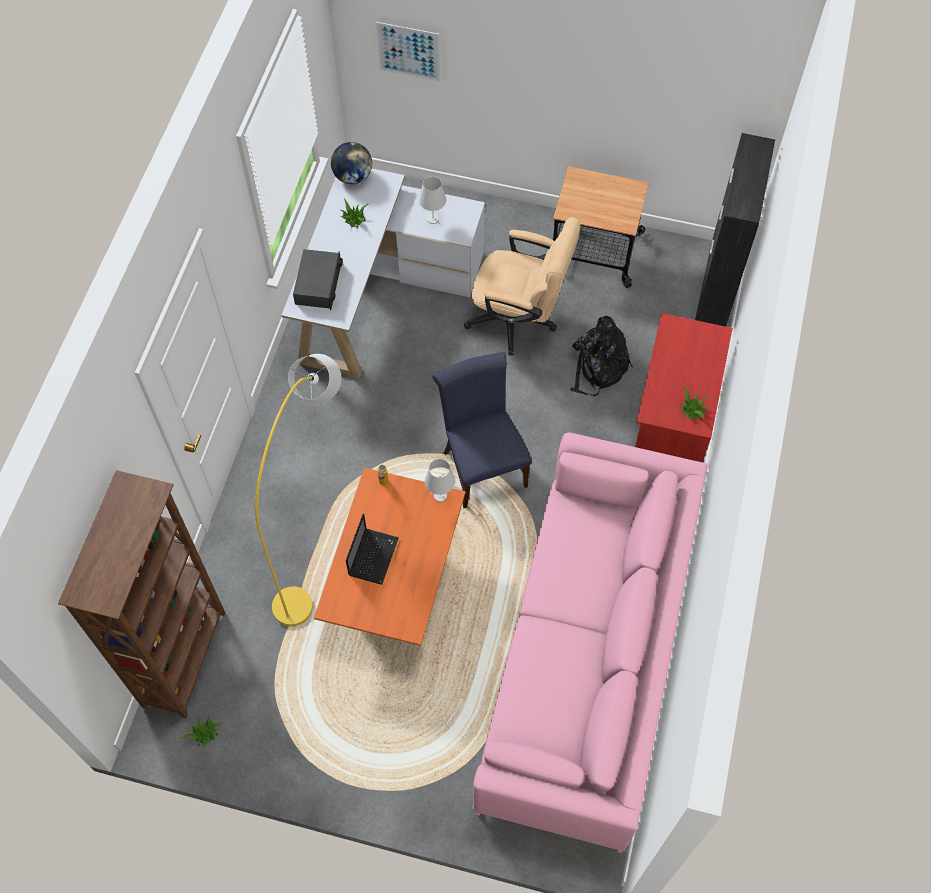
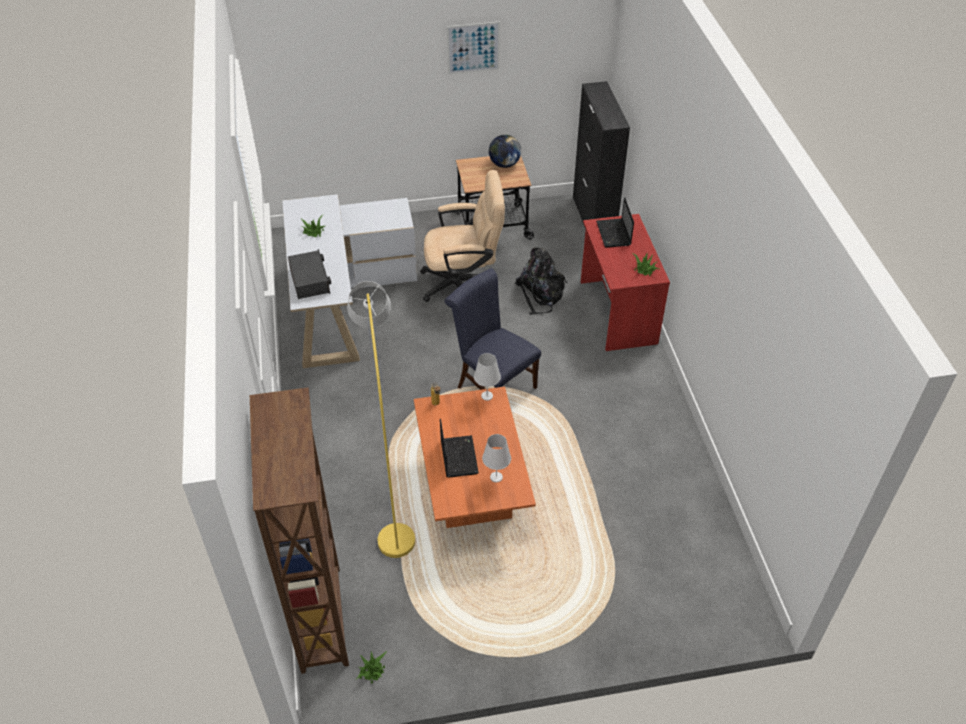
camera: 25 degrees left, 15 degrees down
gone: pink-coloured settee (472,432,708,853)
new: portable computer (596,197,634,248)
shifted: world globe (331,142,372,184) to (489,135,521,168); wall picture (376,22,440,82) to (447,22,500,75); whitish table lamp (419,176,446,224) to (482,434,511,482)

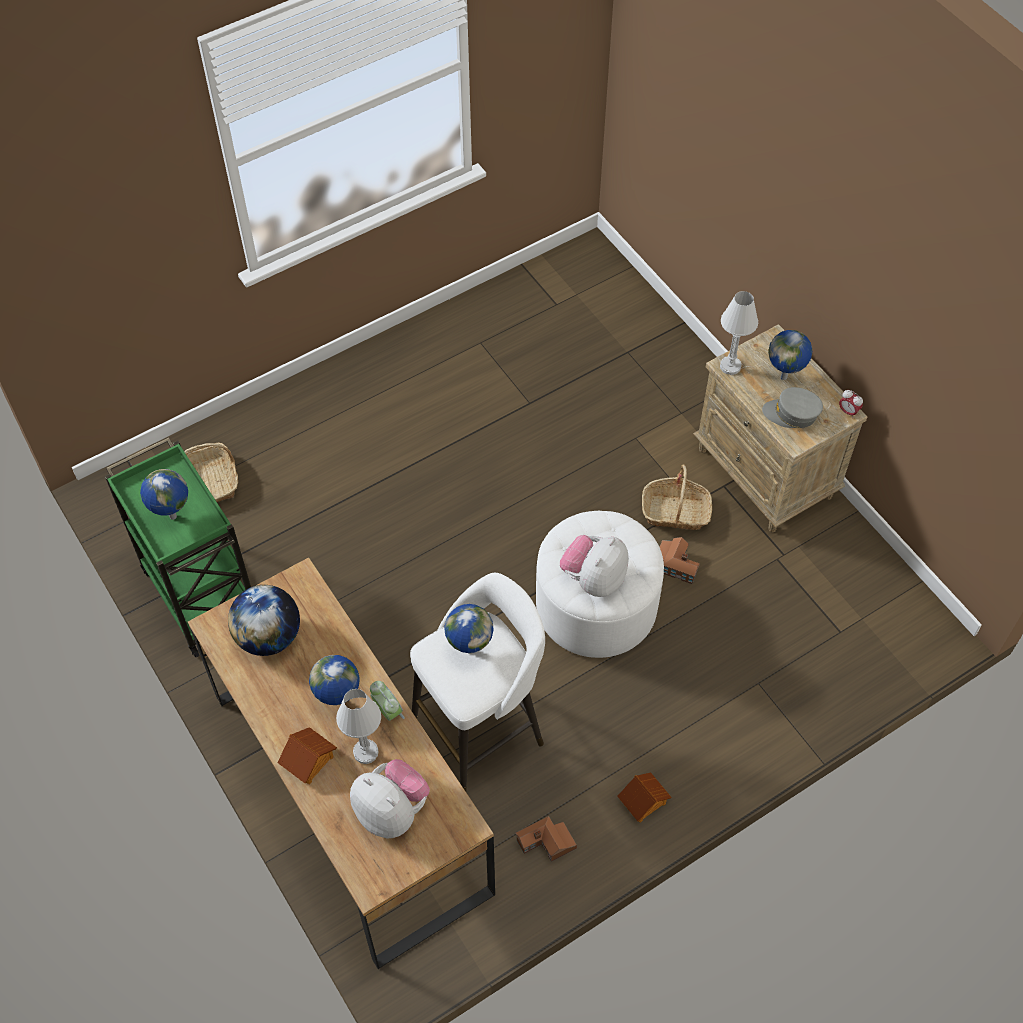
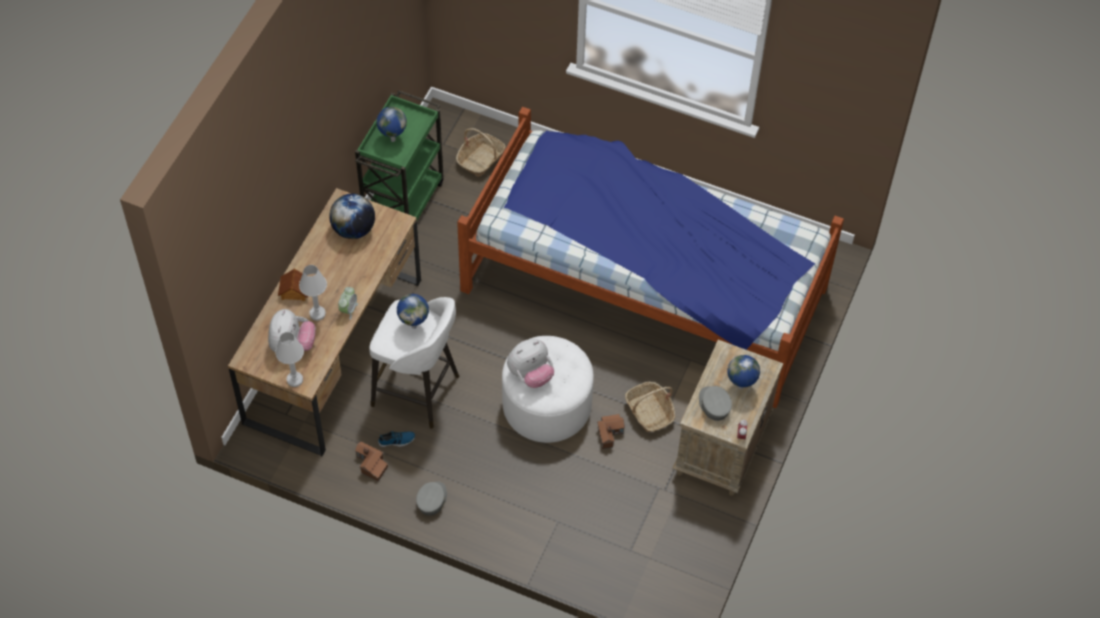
camera: 55 degrees right, 0 degrees up
gone: world globe (309,655,360,705)
new: low shoe (378,431,415,447); bed (457,107,844,408)
shifted: whitish table lamp (720,291,758,375) to (275,332,304,387)
swapped: toy house (617,772,671,822) to greyish baseball cap (416,481,447,516)
rotated: soft toy (560,535,629,597) = (507,339,554,388) 150 degrees clockwise

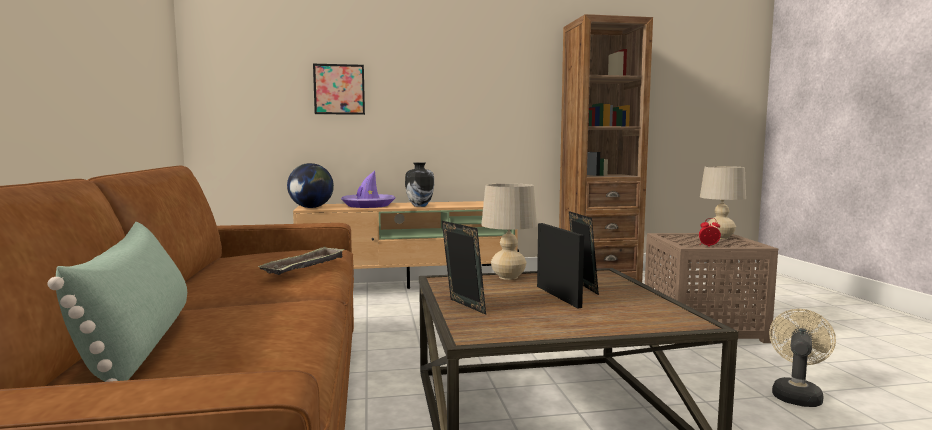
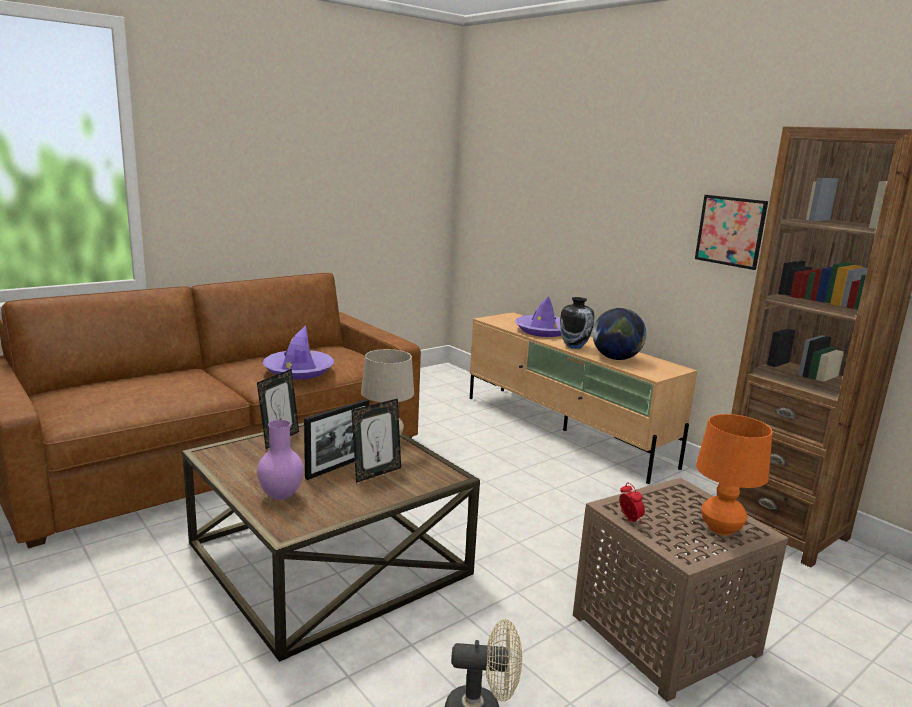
camera: 60 degrees right, 10 degrees up
gone: green-coloured cushion (47,222,187,382)
new: purple-coloured flower vase (257,420,304,500)
shifted: world globe (287,163,334,208) to (593,308,646,360); wall picture (313,64,365,115) to (695,195,768,270)
swapped: carrying tray (257,246,345,275) to purple-coloured hat (262,325,334,380)
repainted: beige table lamp (700,166,746,239) to orange table lamp (696,414,773,535)

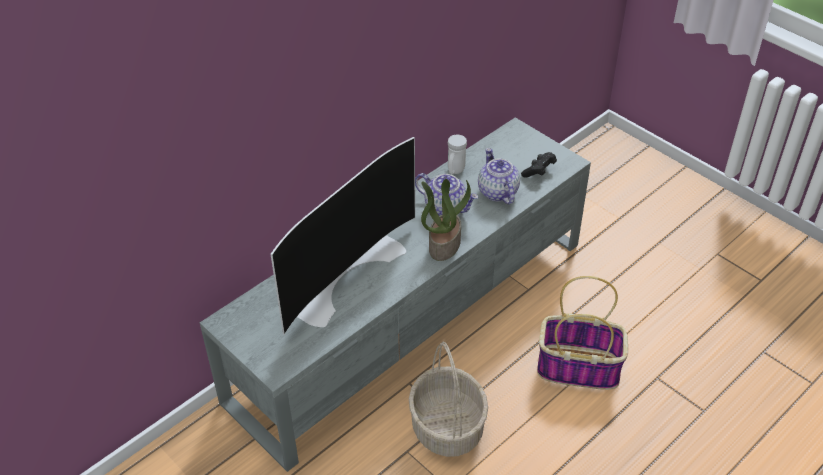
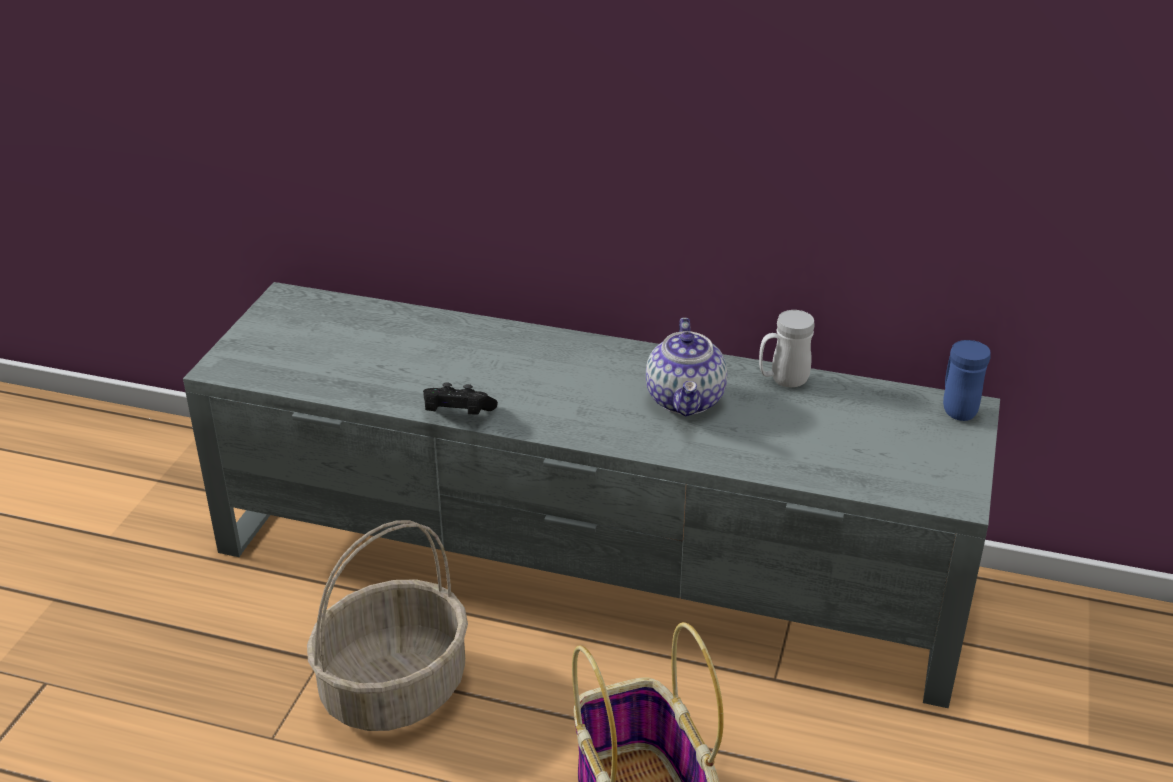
camera: 60 degrees right, 10 degrees down
gone: TV (271,137,415,334); potted plant (421,179,471,261); teapot (478,148,520,204)
new: blue-coloured mug (943,340,990,421)
shifted: black game controller (521,152,557,178) to (423,382,498,415)

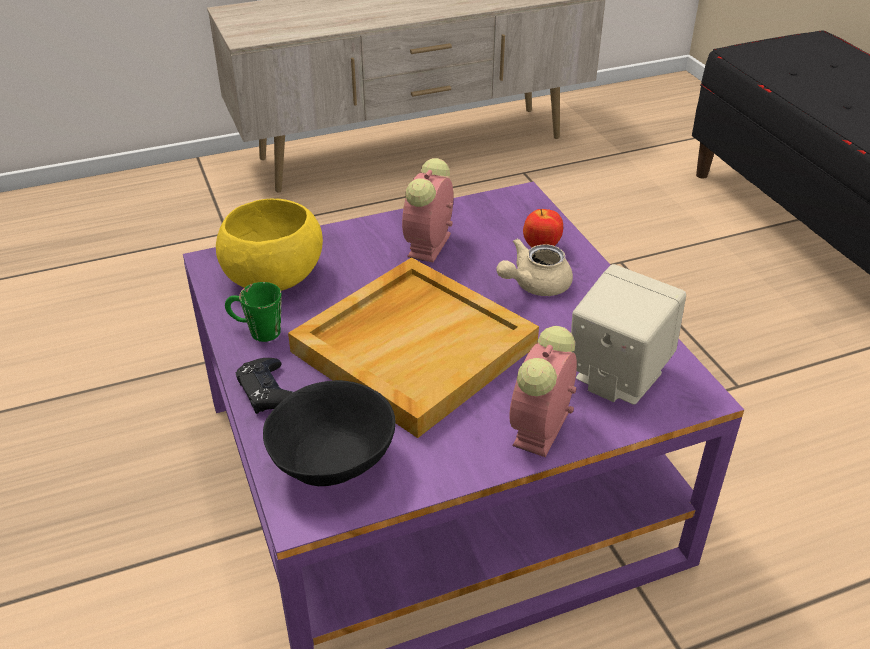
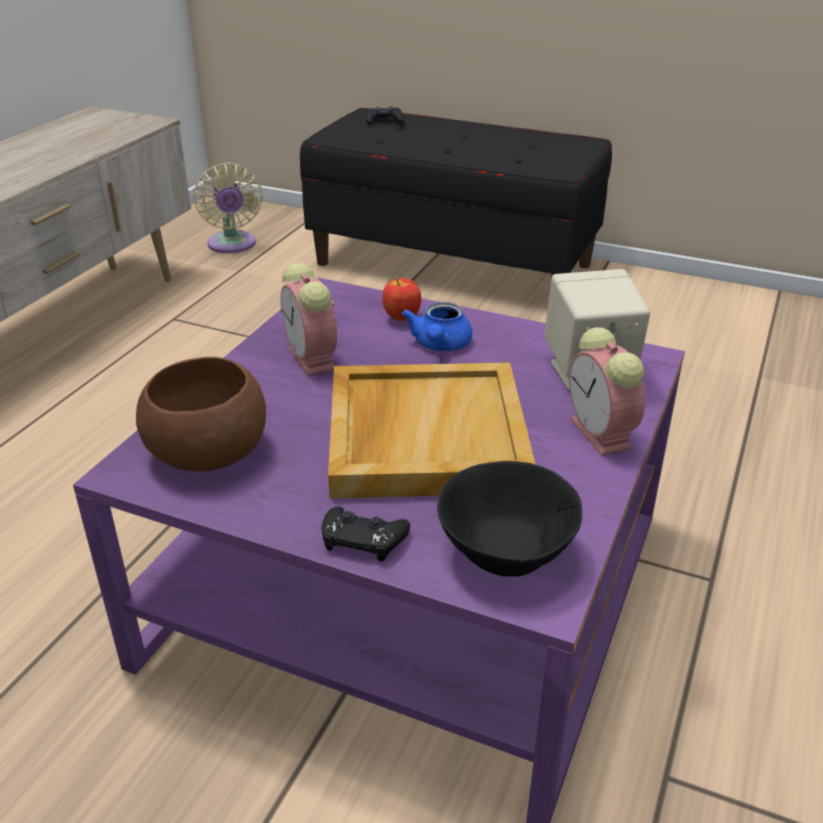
camera: 45 degrees left, 5 degrees down
gone: green-coloured mug (225,282,282,342)
new: beige electric fan (193,163,263,253); black game controller (366,106,404,124)
repainted: yellow-coloured serving bowl (216,199,323,291) to brownish serving bowl (136,357,266,471); beige teapot (496,238,573,296) to blue-coloured teapot (402,302,472,351)

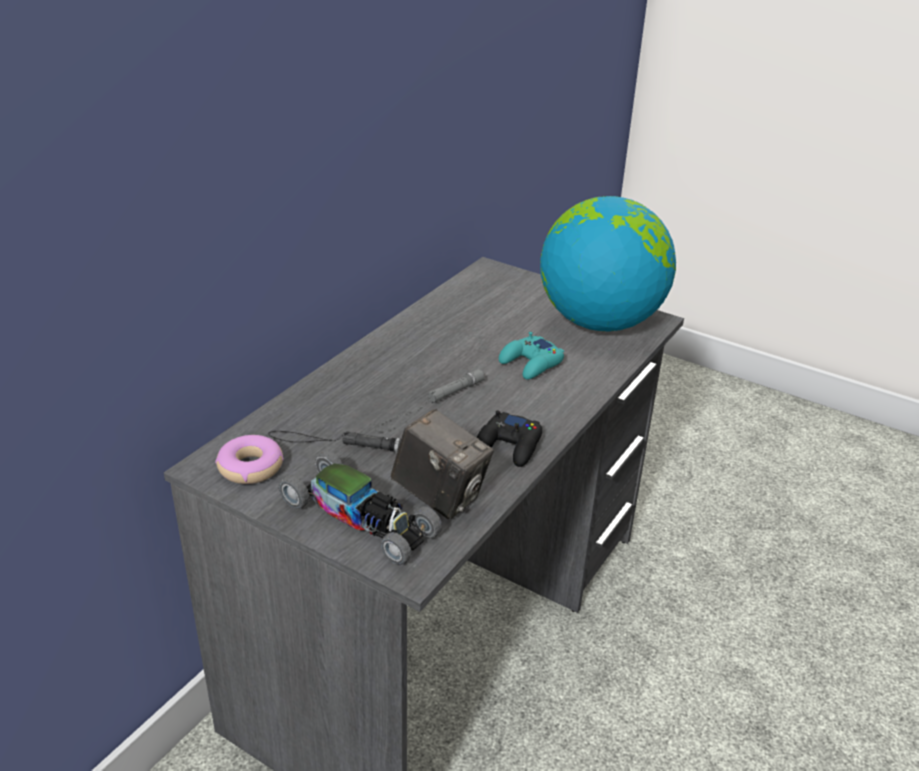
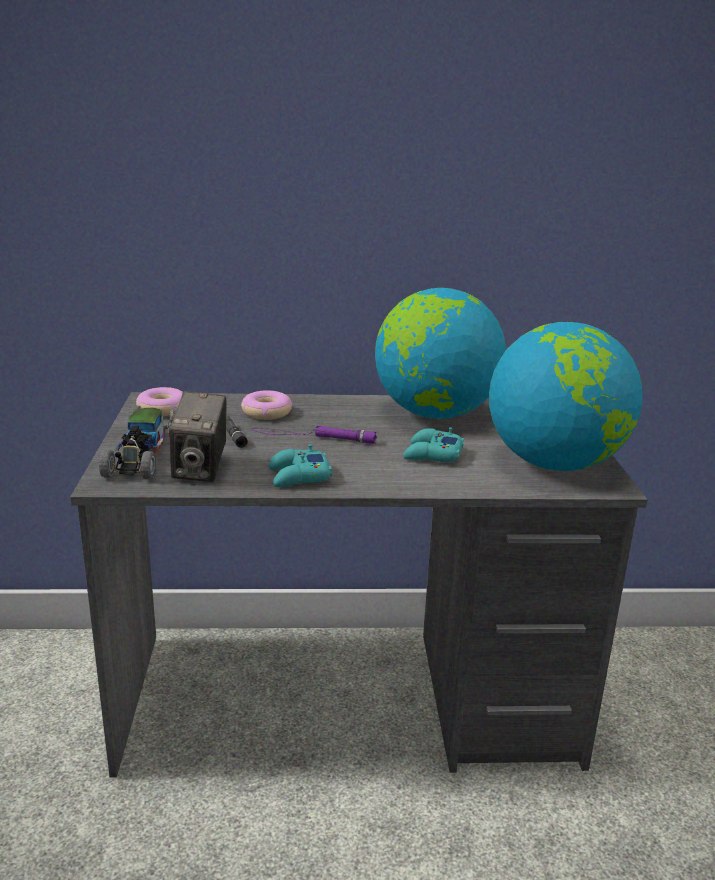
camera: 55 degrees right, 10 degrees down
new: ring doughnut (241,390,292,420); world globe (375,288,506,419)
repainted: greyish torch (375,369,485,432) to purple-coloured torch (252,426,377,444); black game controller (477,410,542,467) to turquoise-coloured game controller (268,444,332,487)

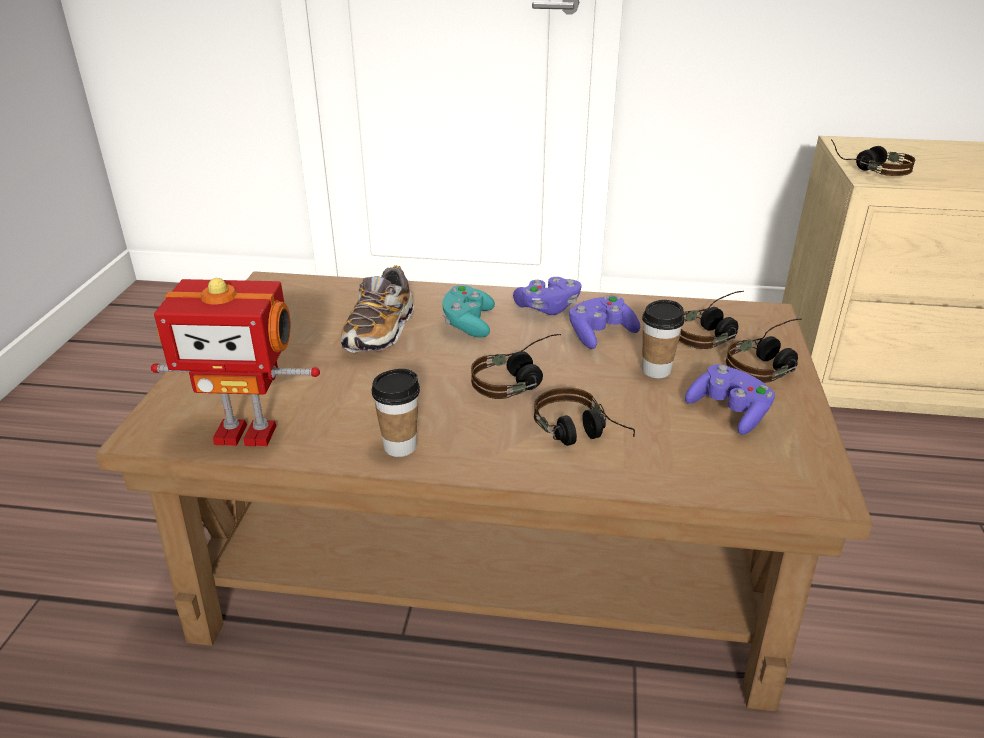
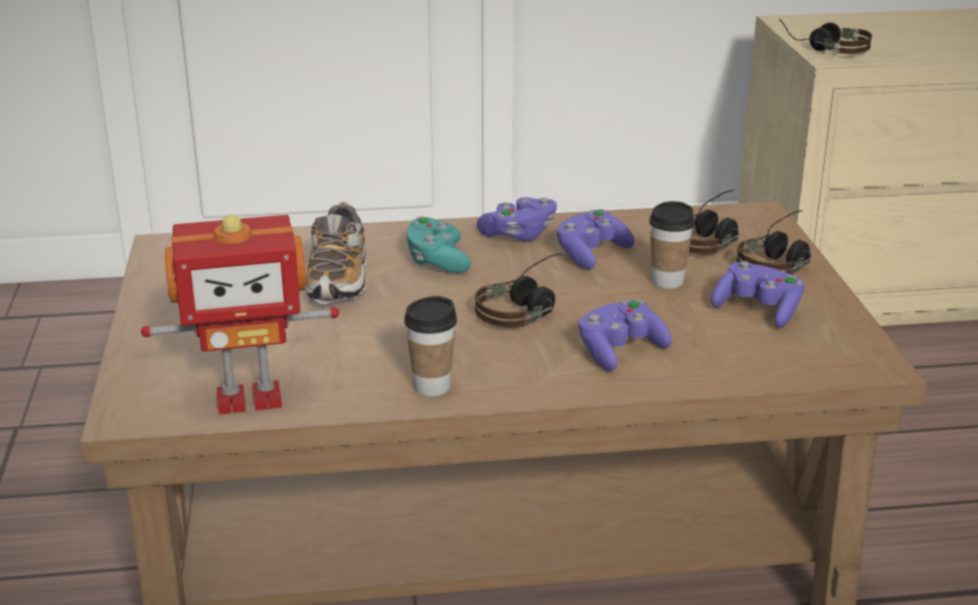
camera: 15 degrees left, 5 degrees down
swapped: headset (534,388,635,446) to purple-coloured game controller (579,300,672,371)

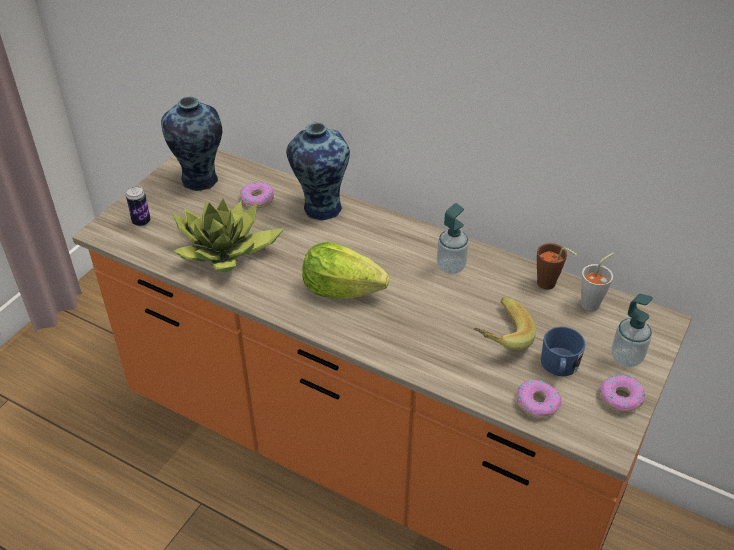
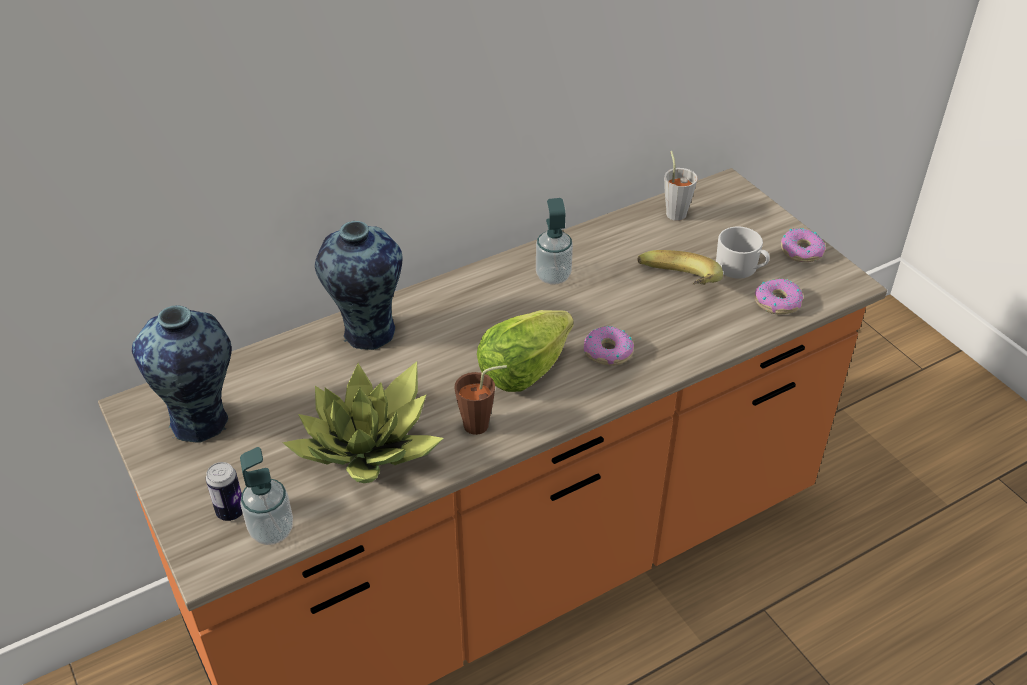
camera: 60 degrees left, 0 degrees up
shifted: ring doughnut (240,182,274,208) to (584,326,634,366); brownish small cup (537,243,577,290) to (454,365,507,435); soap dispenser (612,294,653,367) to (240,447,293,545)
repainted: blue-coloured mug (541,326,586,376) to whitish mug (716,226,770,279)

